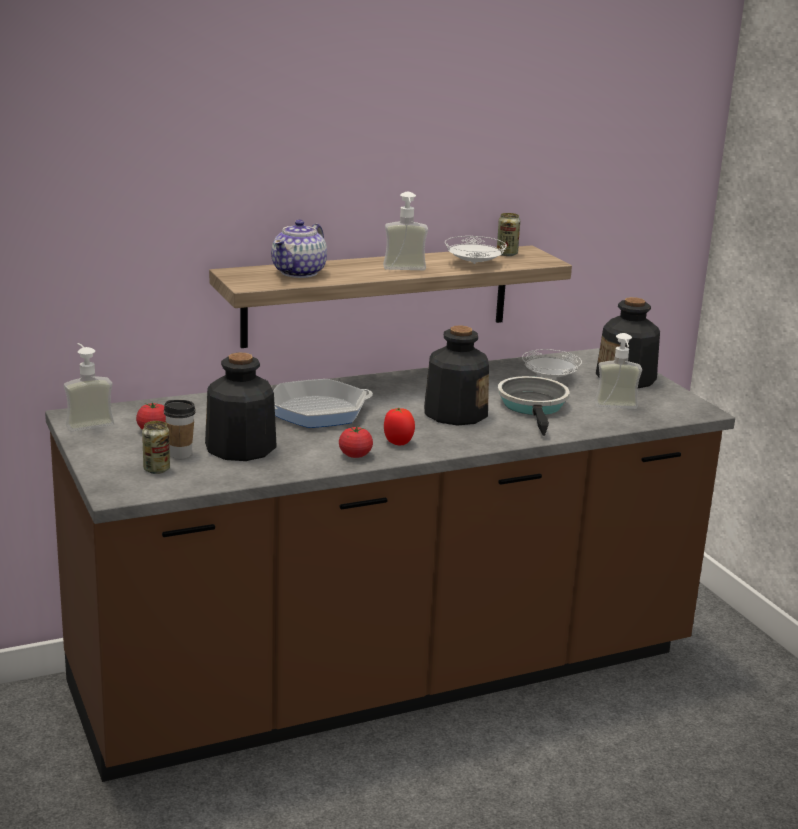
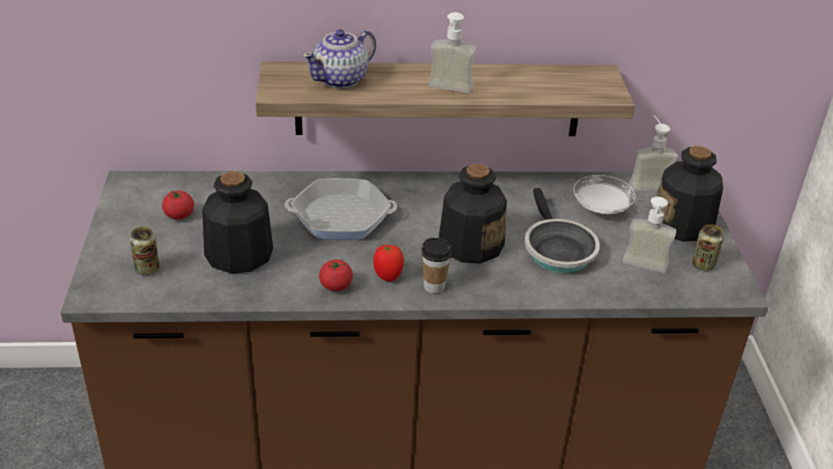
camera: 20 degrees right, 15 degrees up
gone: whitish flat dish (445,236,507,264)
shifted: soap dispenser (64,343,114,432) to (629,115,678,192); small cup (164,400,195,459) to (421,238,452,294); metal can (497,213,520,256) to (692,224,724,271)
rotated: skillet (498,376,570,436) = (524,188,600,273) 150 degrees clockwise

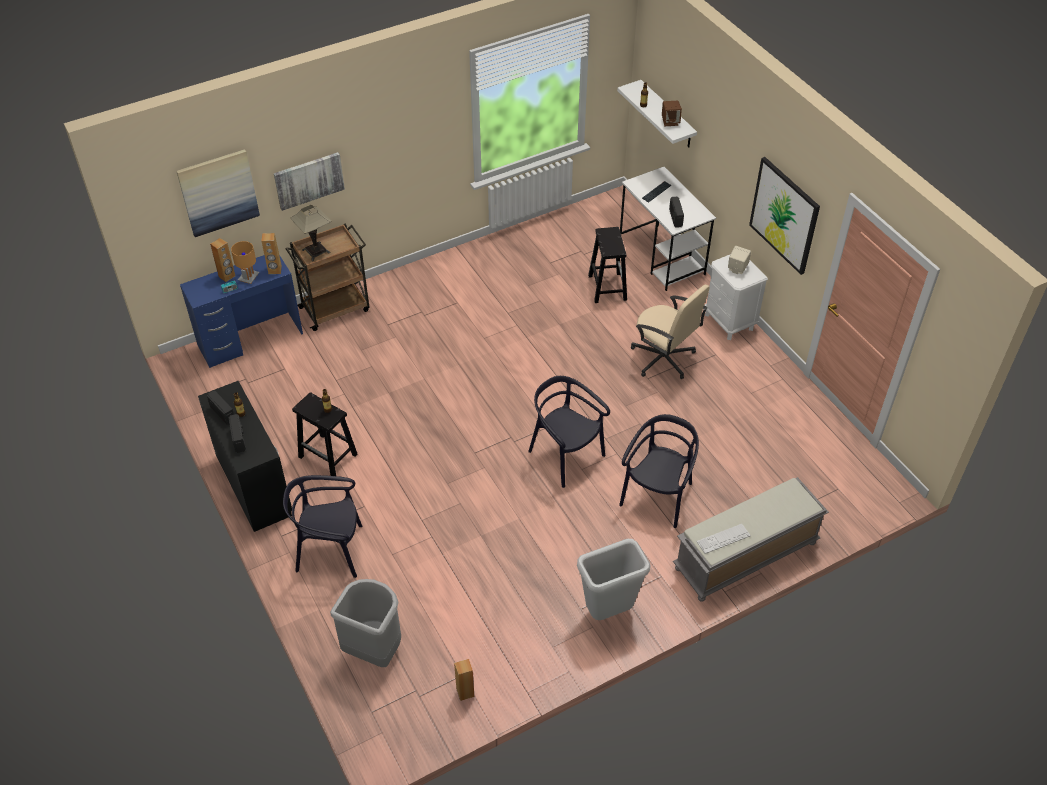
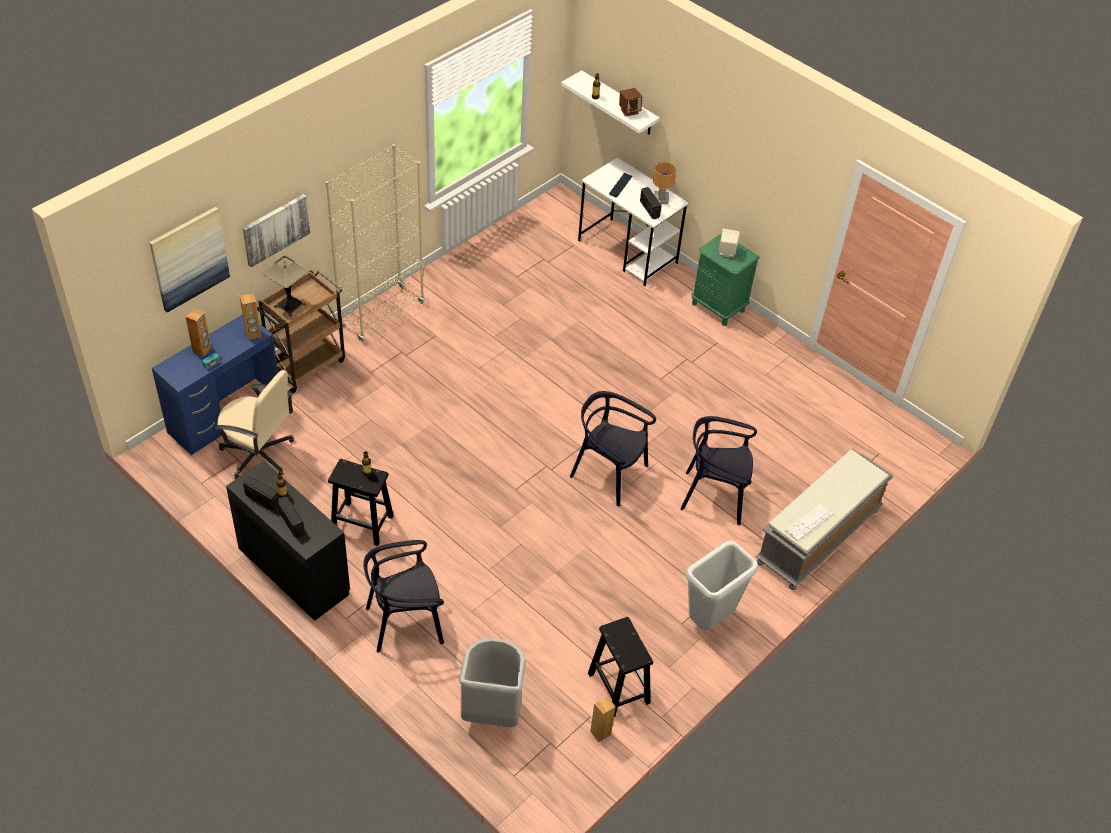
camera: 20 degrees left, 0 degrees up
gone: wall picture (749,157,820,275)
new: beige bookcase (326,144,425,342)
shifted: brownish table lamp (231,241,259,284) to (653,162,676,204); black stool (588,227,627,303) to (588,617,653,717); beige office chair (631,285,710,379) to (215,370,294,480)
repainted: whitish nightstand (705,254,768,340) to green-coloured nightstand (691,233,760,326)
rotated: black upright chair (619,414,699,528) = (680,416,757,525) 90 degrees counterclockwise

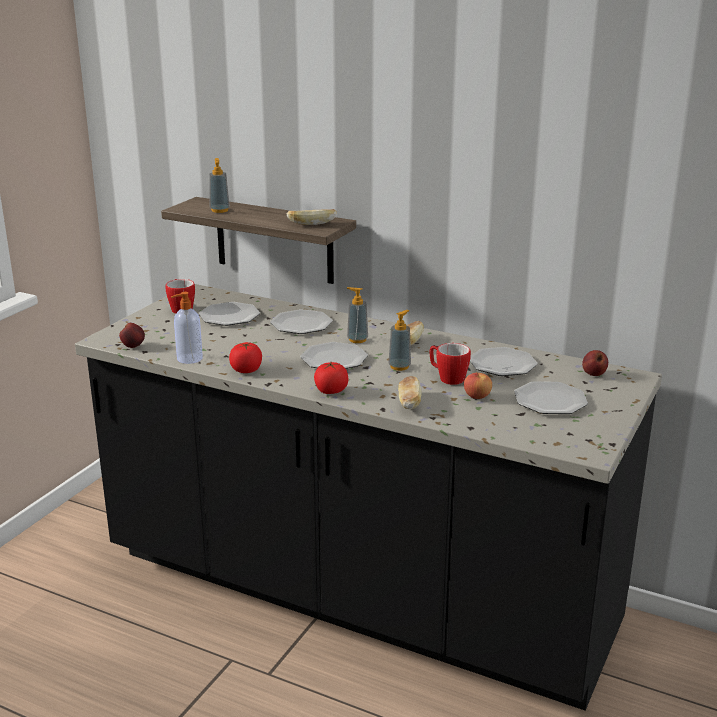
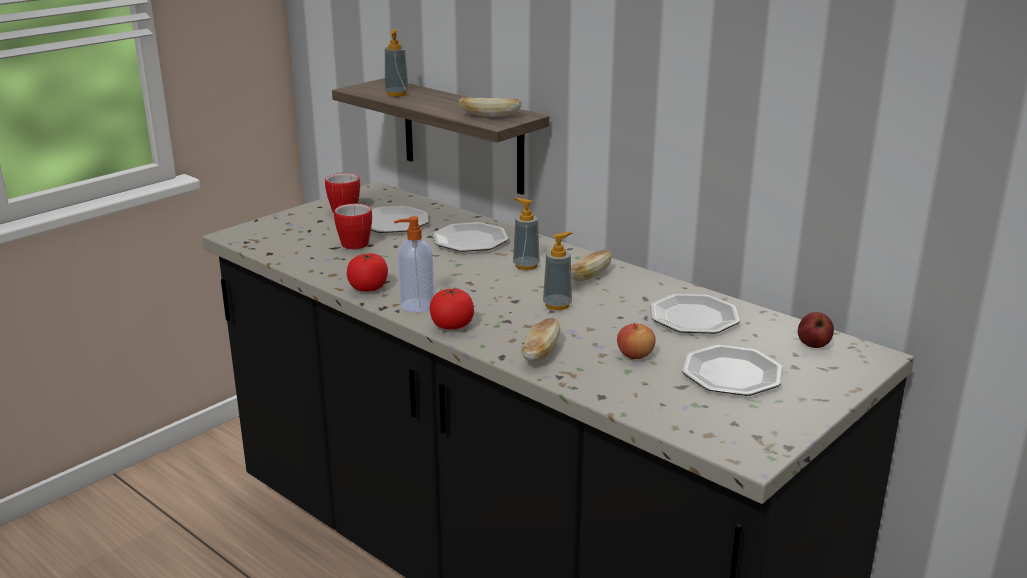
camera: 15 degrees right, 0 degrees up
gone: apple (119,323,145,348); flat dish (300,342,368,369)
shifted: soap dispenser (171,292,203,364) to (394,216,434,312); mug (430,343,471,385) to (334,204,372,249)

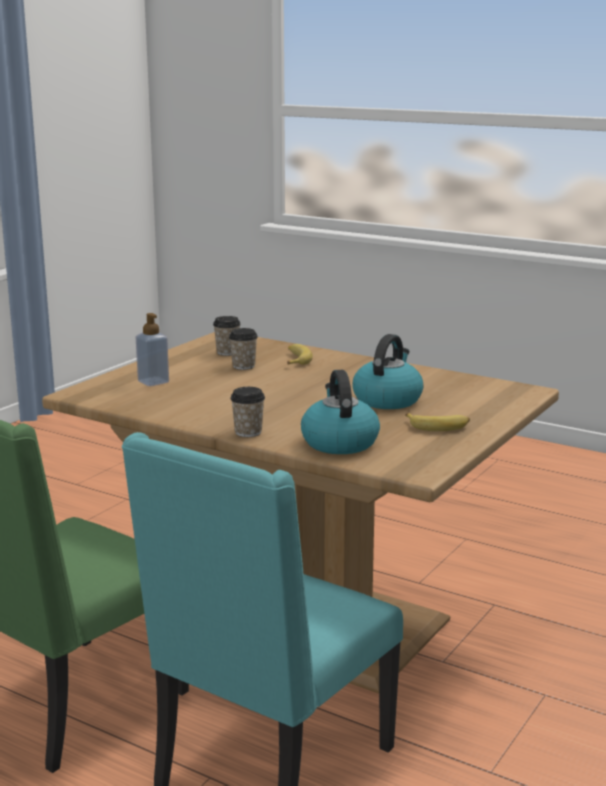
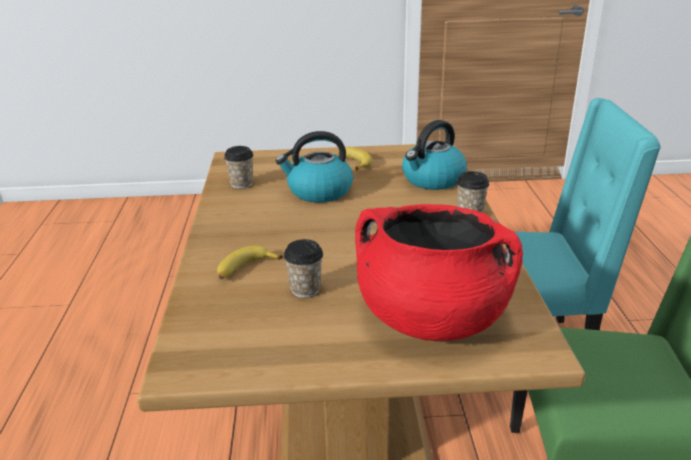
camera: 125 degrees left, 10 degrees up
shifted: small cup (213,316,241,356) to (224,146,254,189)
swapped: soap dispenser (136,313,169,386) to red-coloured stockpot (355,204,523,341)

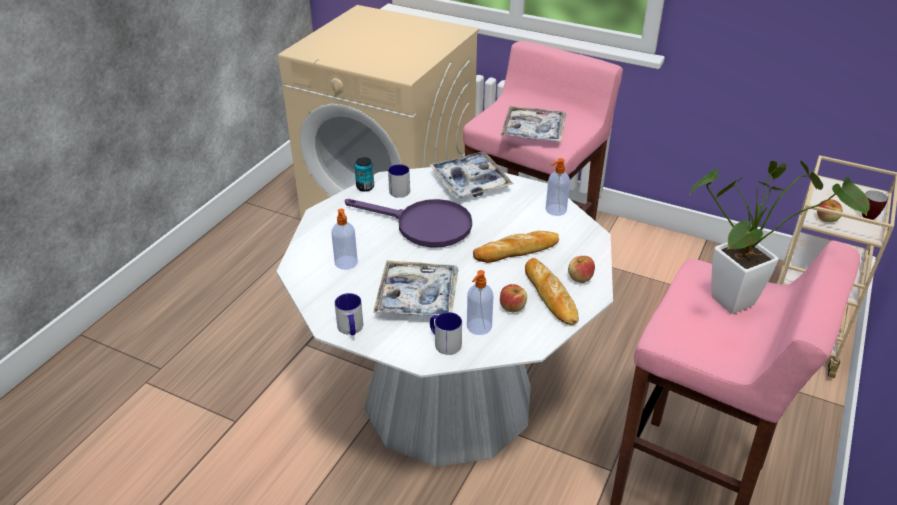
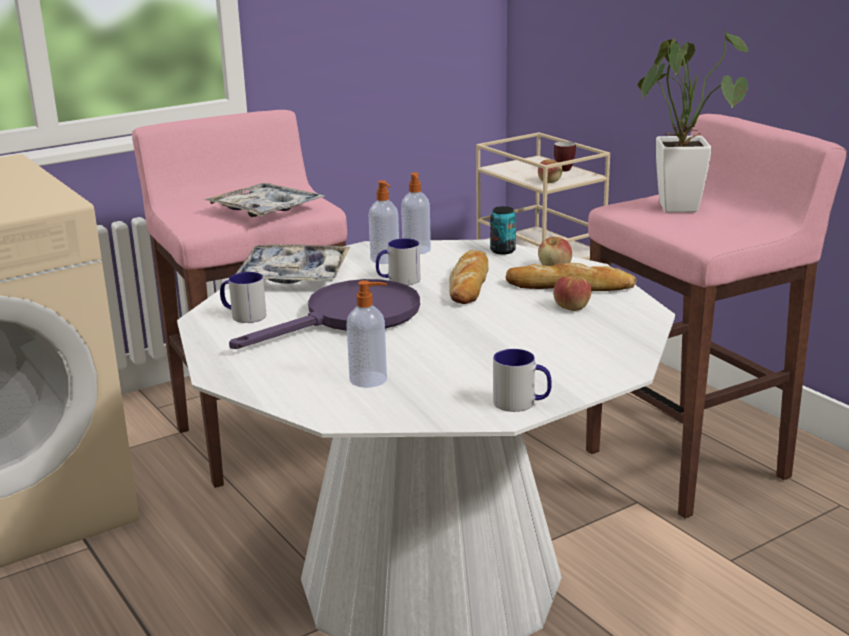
camera: 60 degrees left, 15 degrees down
gone: carrying tray (373,260,459,316)
shifted: metal can (355,157,374,192) to (490,206,516,255); mug (430,312,462,355) to (376,238,421,285); soap dispenser (467,270,493,335) to (369,180,399,264)

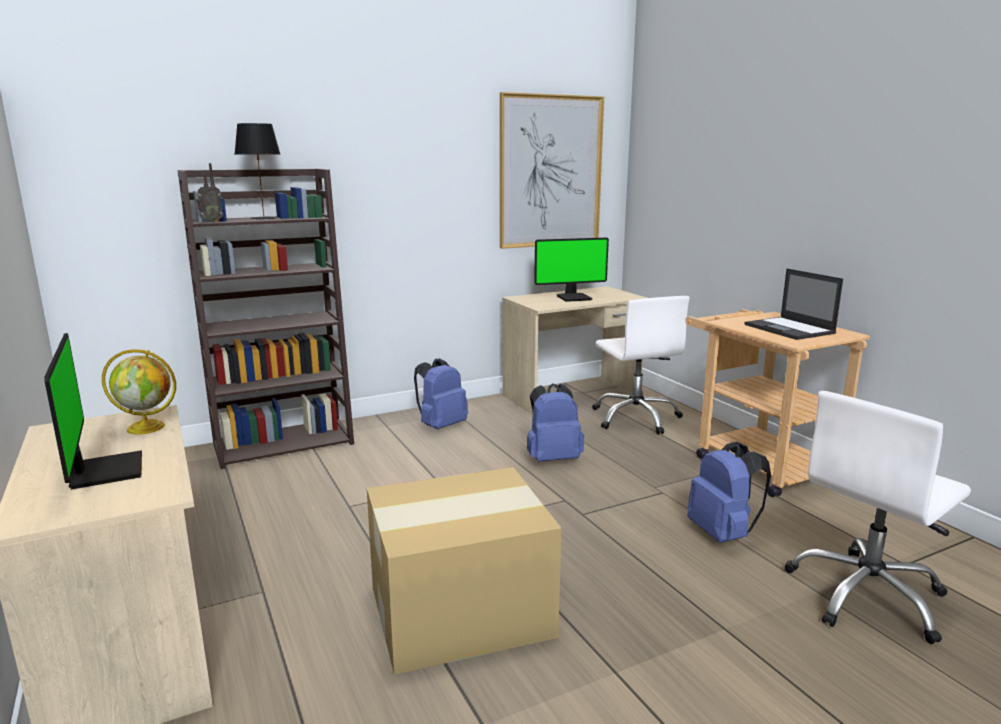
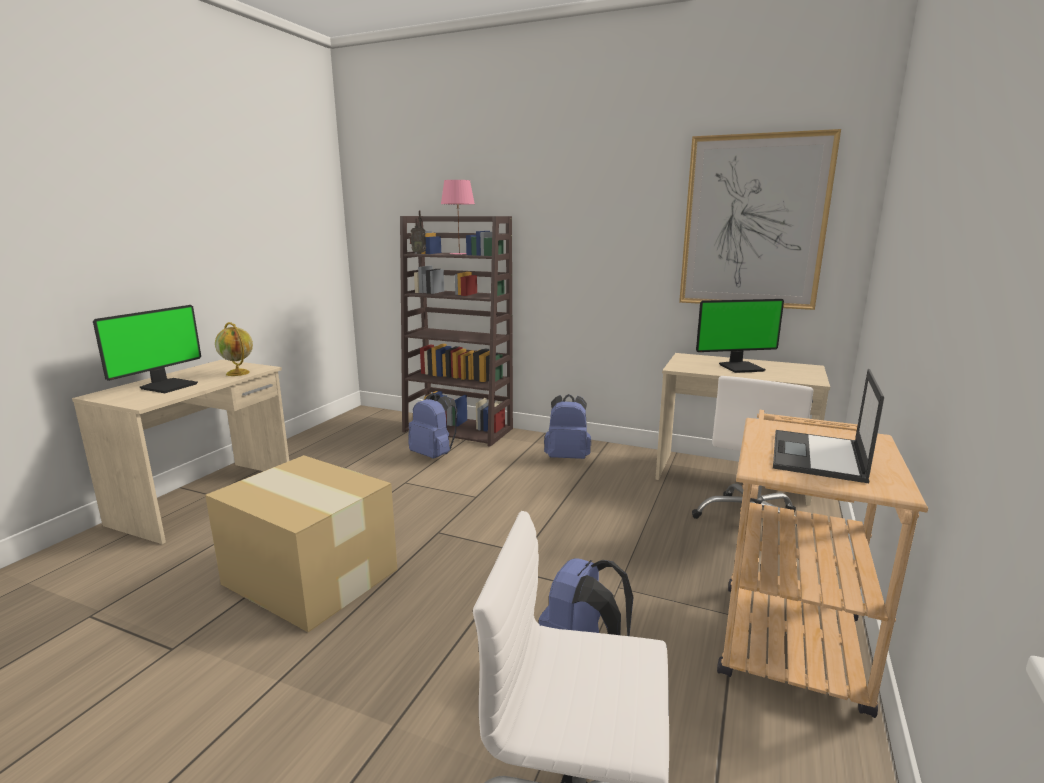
camera: 50 degrees right, 0 degrees up
shifted: blue-coloured backpack (527,383,584,462) to (408,393,457,459)
repainted: black table lamp (235,123,280,219) to pink-coloured table lamp (441,180,475,255)
rotated: computer screen (534,238,609,302) = (696,299,784,373) 45 degrees counterclockwise

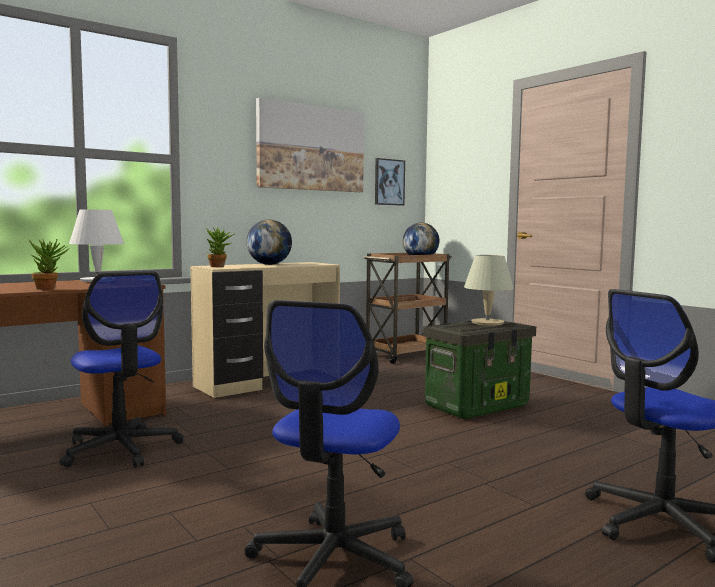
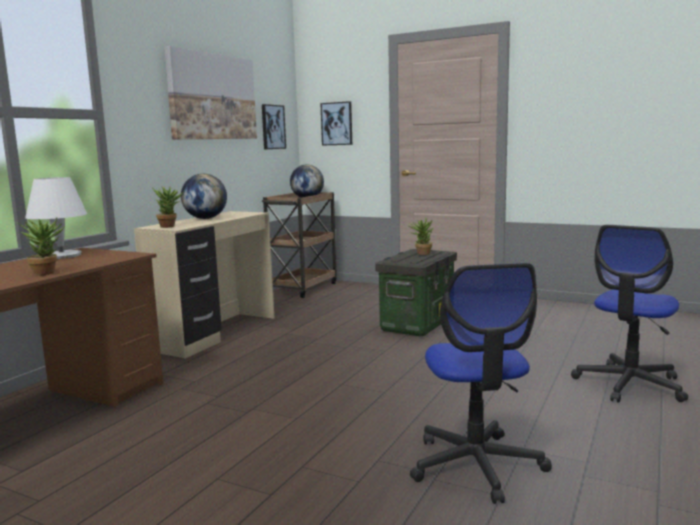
camera: 25 degrees left, 5 degrees up
gone: office chair (60,271,184,467)
new: wall picture (320,101,352,145)
swapped: beige table lamp (464,255,514,326) to potted plant (408,217,434,255)

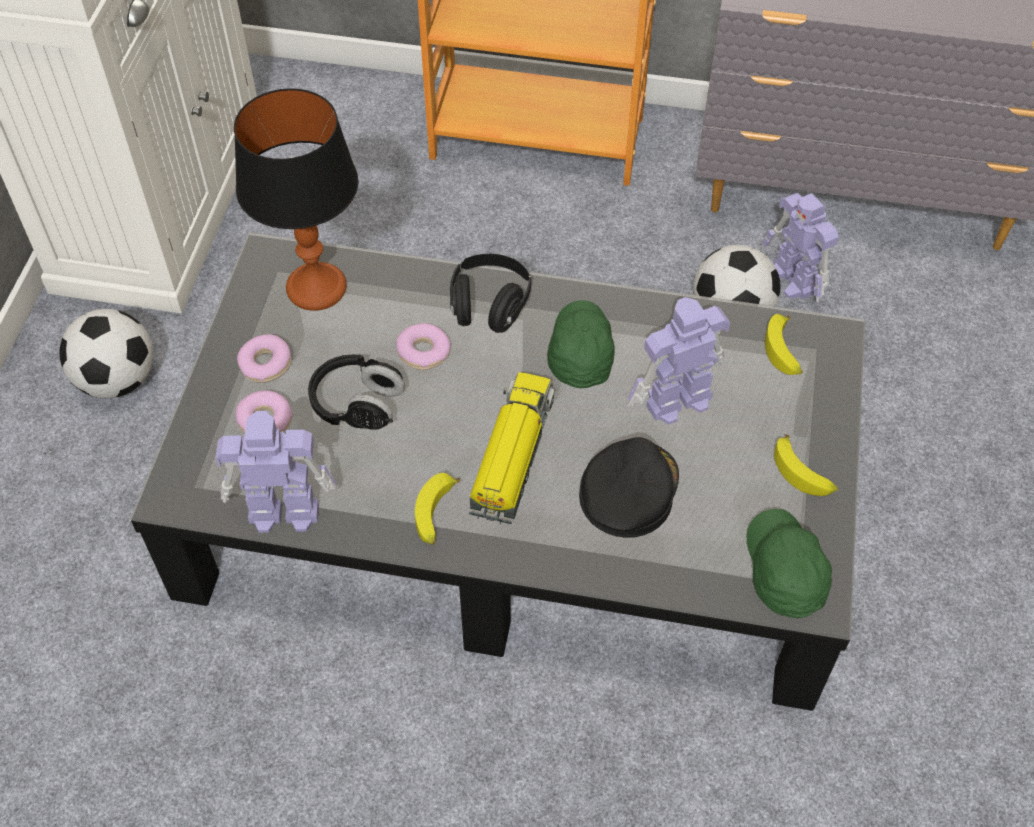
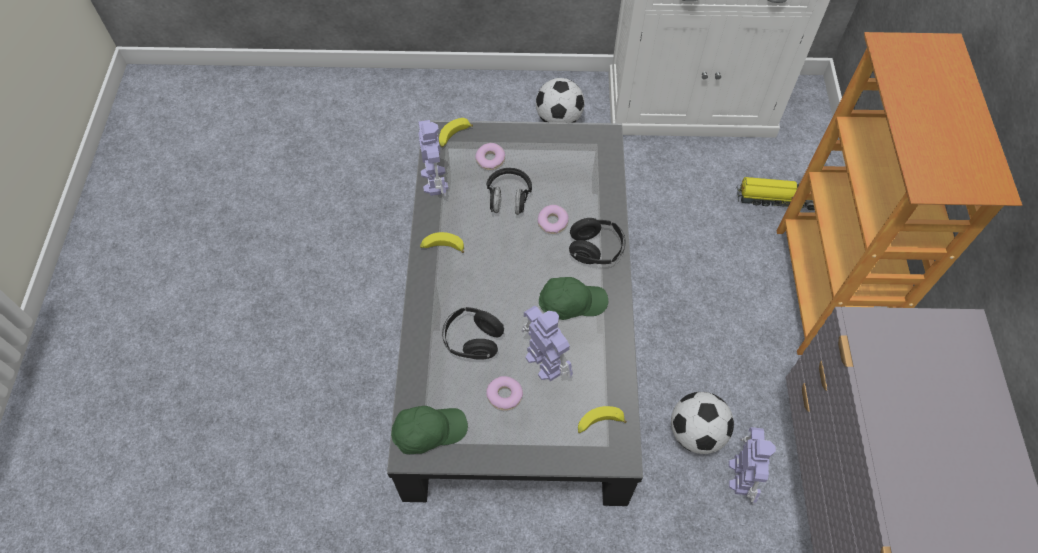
camera: 80 degrees right, 5 degrees up
gone: table lamp (234,88,359,311)
shifted: ring doughnut (237,334,291,382) to (486,376,523,411); toy lorry (469,372,555,524) to (736,177,815,210); banana fruit (774,435,838,496) to (439,118,473,147)
swapped: black baseball cap (579,437,679,538) to black headset (442,307,504,360)
rotated: toy robot (761,193,839,303) = (729,427,776,504) 135 degrees clockwise

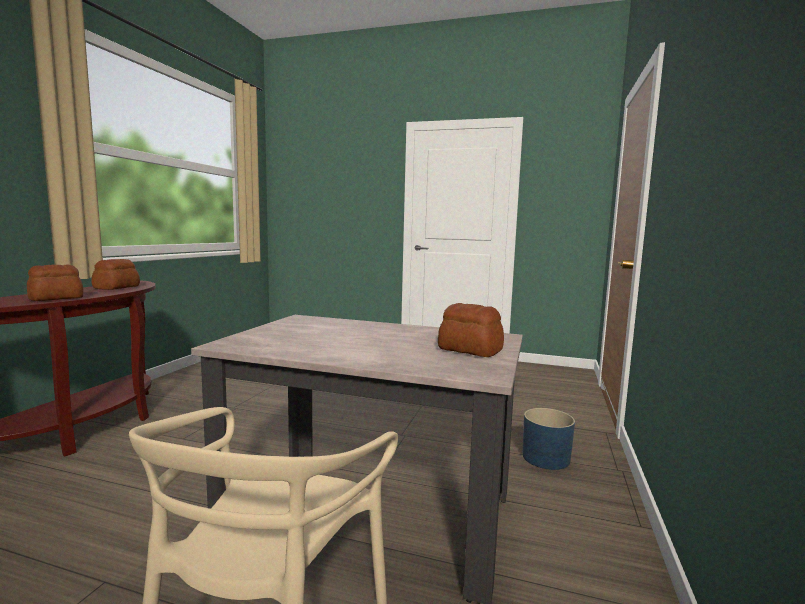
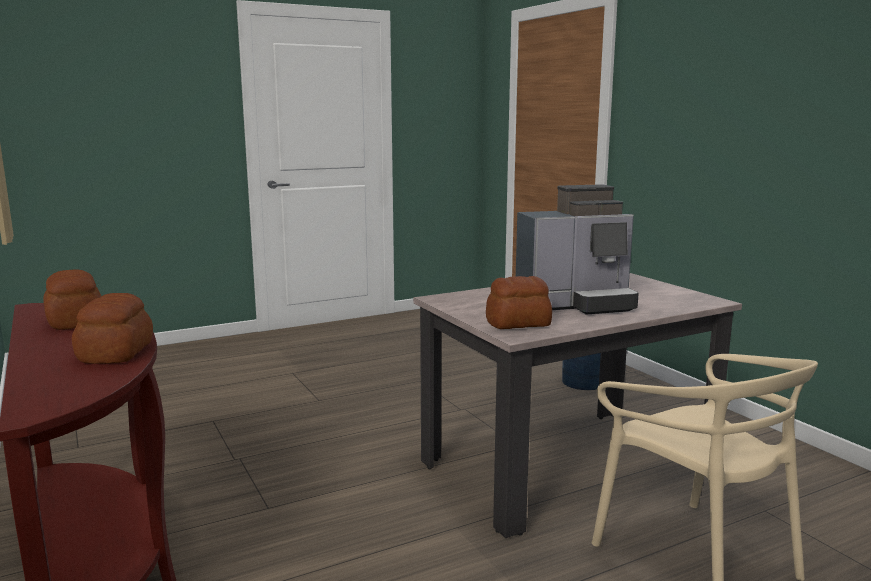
camera: 45 degrees left, 5 degrees up
new: coffee maker (516,184,639,315)
shifted: baked bread (438,303,504,357) to (486,276,552,329)

